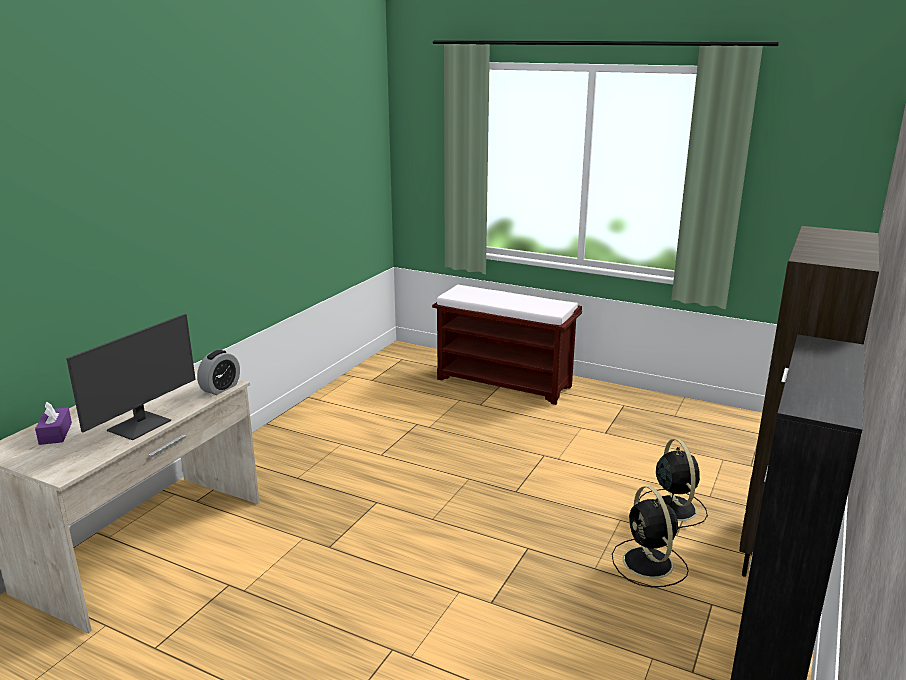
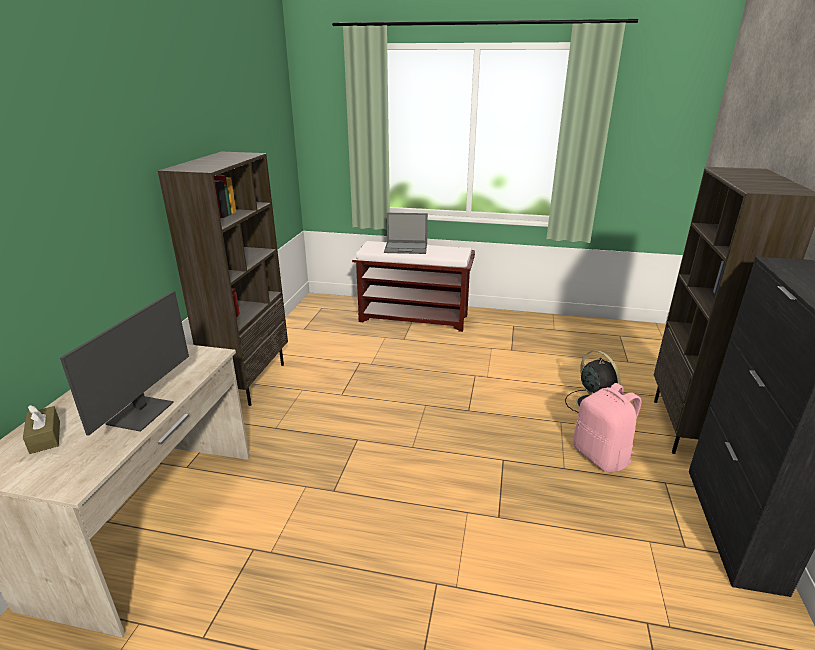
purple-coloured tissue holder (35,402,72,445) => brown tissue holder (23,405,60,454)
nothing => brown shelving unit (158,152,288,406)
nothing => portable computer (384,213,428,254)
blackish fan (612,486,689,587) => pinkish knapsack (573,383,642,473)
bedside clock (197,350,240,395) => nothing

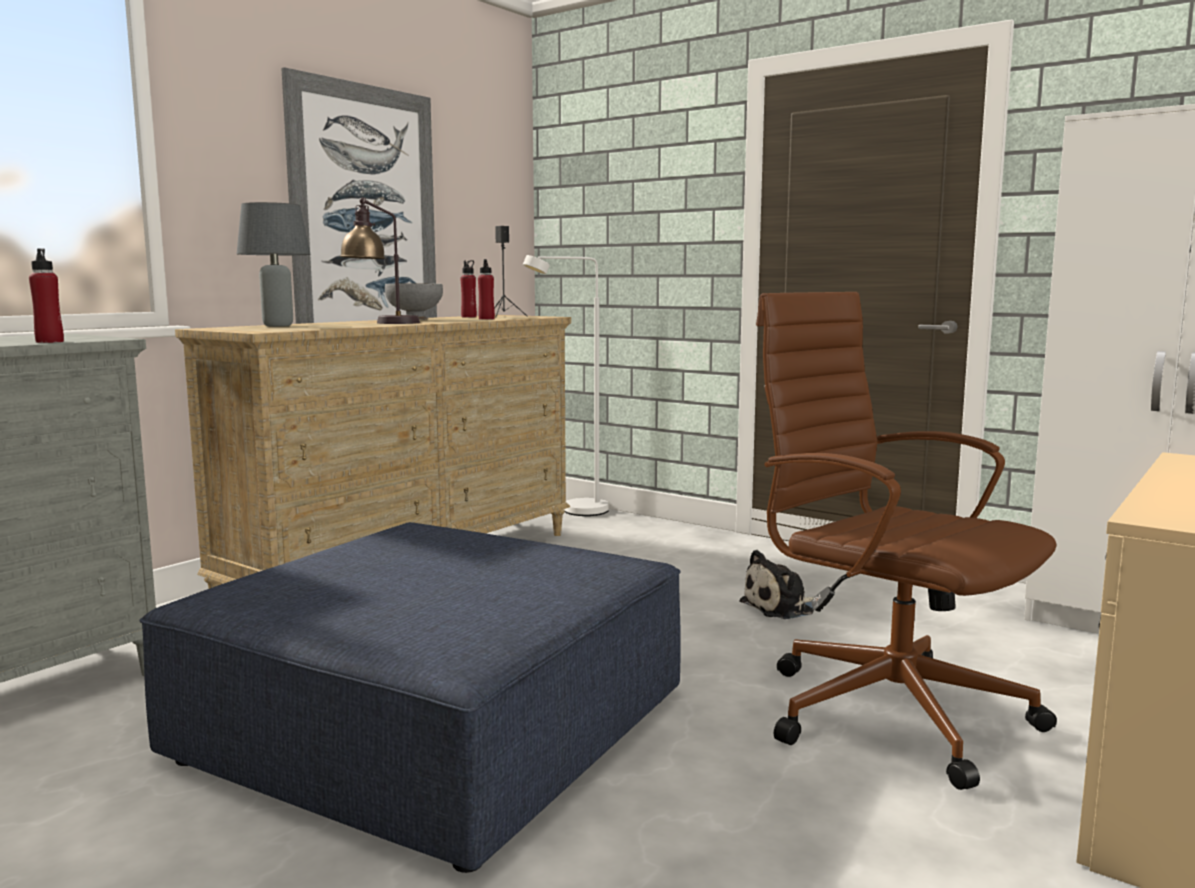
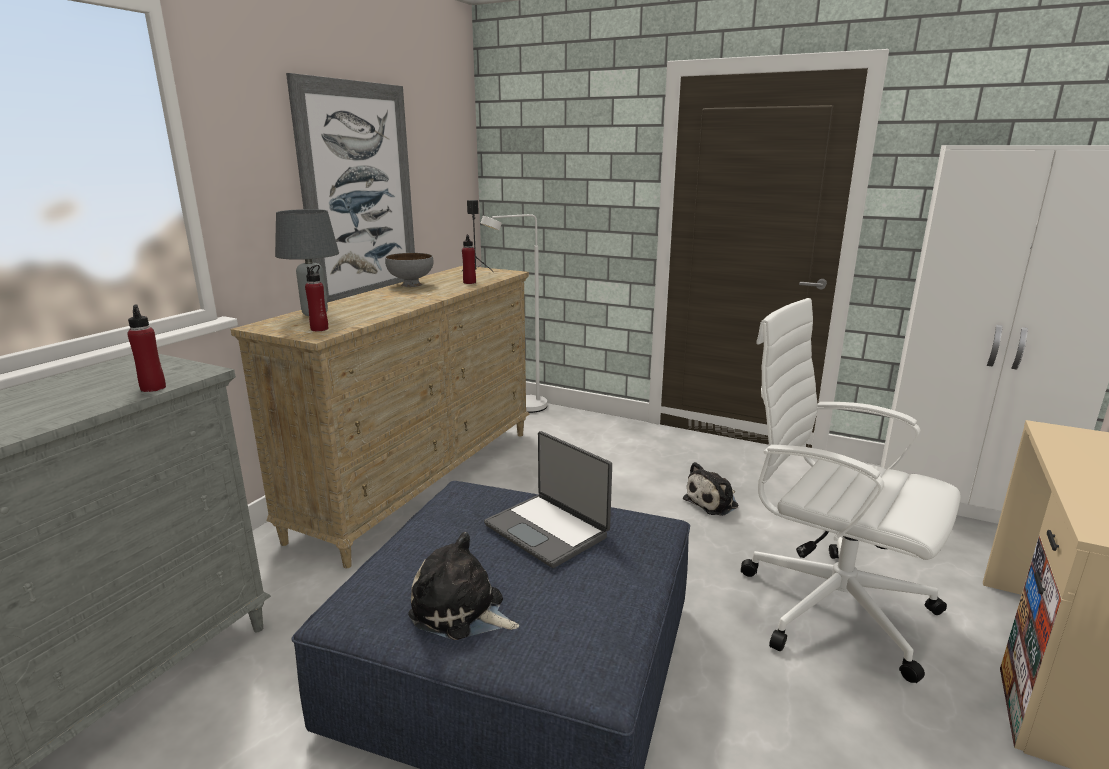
red-coloured bottle (461,260,477,318) => red-coloured bottle (305,265,328,331), move
nothing => plush toy (408,532,519,640)
nothing => portable computer (484,431,612,568)
brown office chair (756,292,1057,790) => whitish office chair (741,298,961,683)
tabletop lamp (340,197,420,324) => nothing

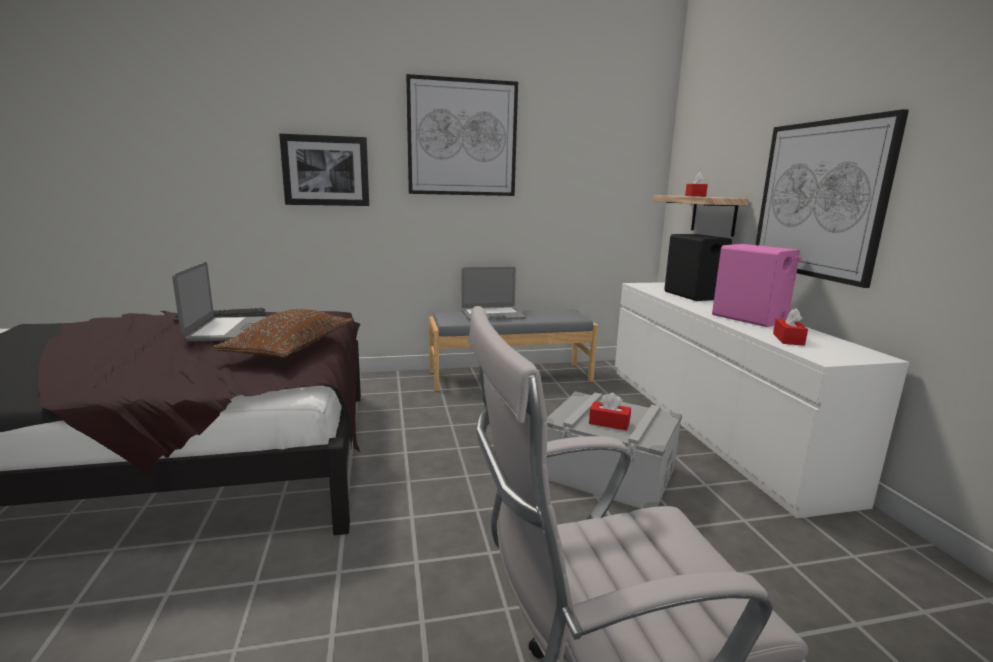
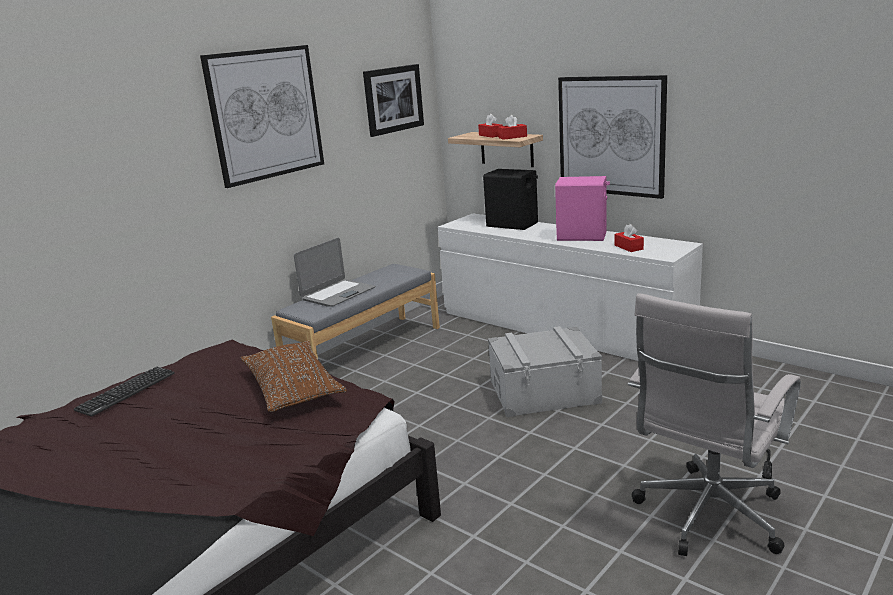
picture (279,134,369,206) => picture (363,64,424,137), move
red-coloured tissue holder (589,393,631,430) => red-coloured tissue holder (498,115,527,140), move
portable computer (172,262,268,342) => nothing

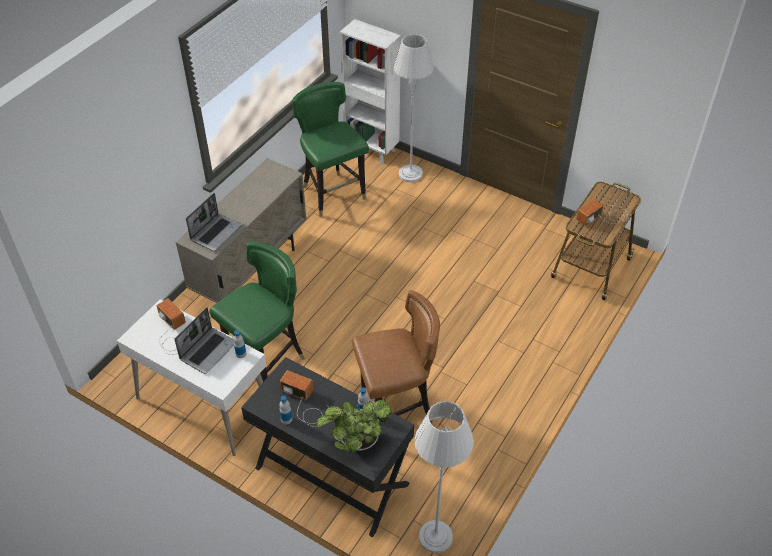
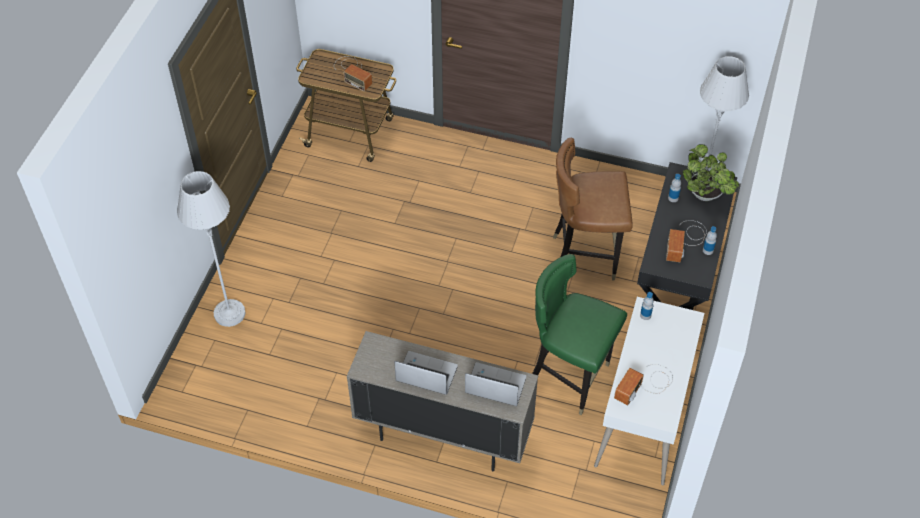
portable computer (174,307,234,374) => portable computer (394,351,458,395), move
brown plain chair (352,290,440,424) => brown plain chair (553,138,632,280), 60 degrees counterclockwise
green plain chair (292,82,369,217) => nothing
whitish shelving unit (340,19,401,164) => nothing

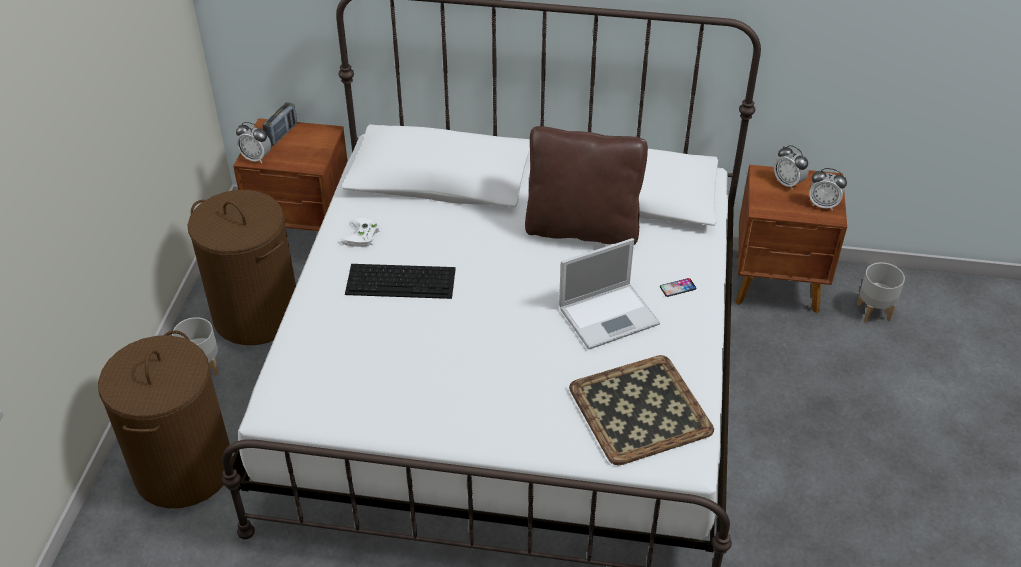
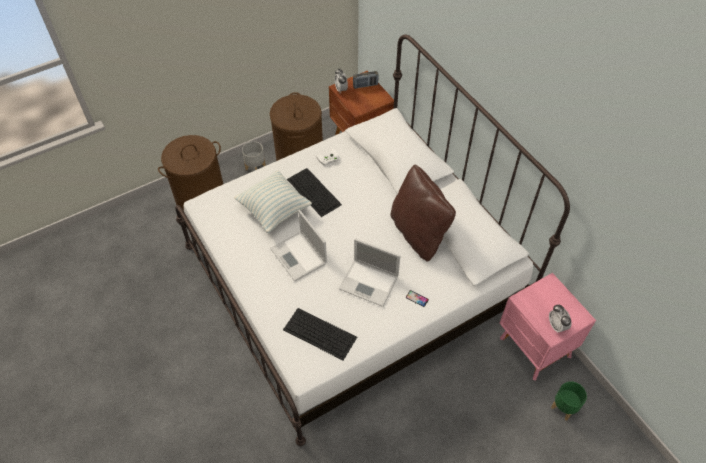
nothing => cushion (234,170,312,233)
nothing => portable computer (270,210,327,281)
serving tray (569,355,714,465) => keyboard (283,308,357,360)
brown night table (735,165,847,313) => pinkish night table (499,273,596,380)
greyish plant pot (857,262,905,323) => green plant pot (551,381,587,420)
bedside clock (774,145,809,190) => nothing

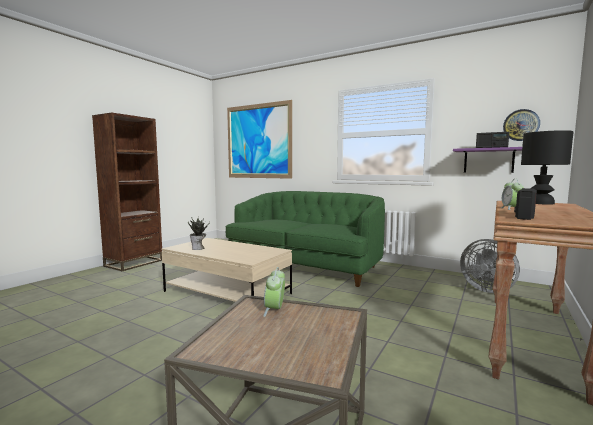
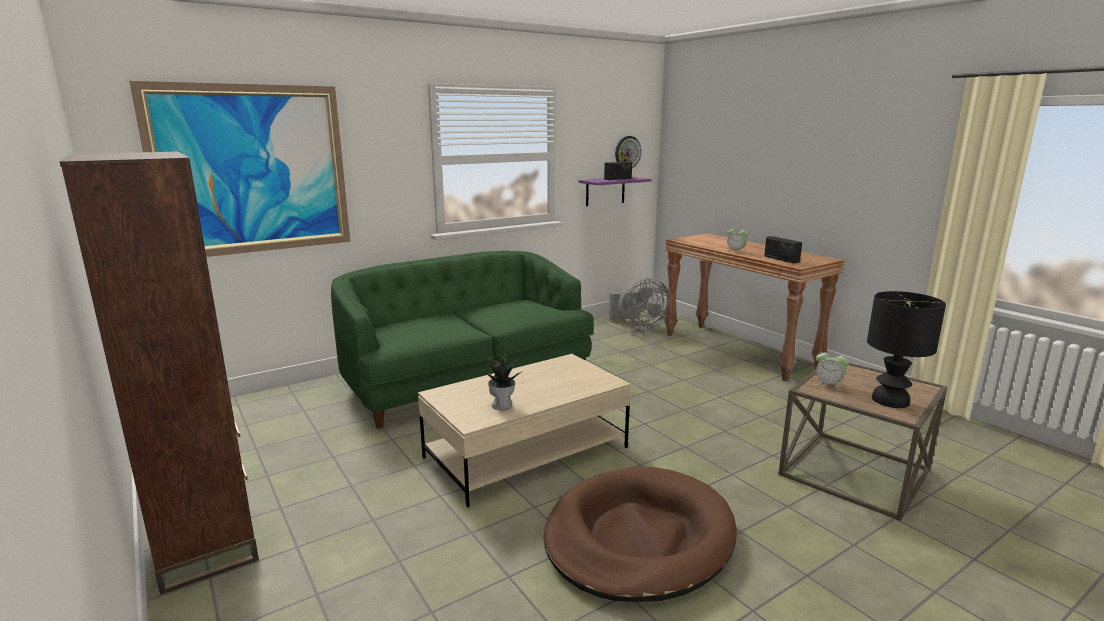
nothing => brown dog bed (544,467,737,602)
blackish tabletop lamp (521,130,574,205) => blackish tabletop lamp (867,291,946,408), move

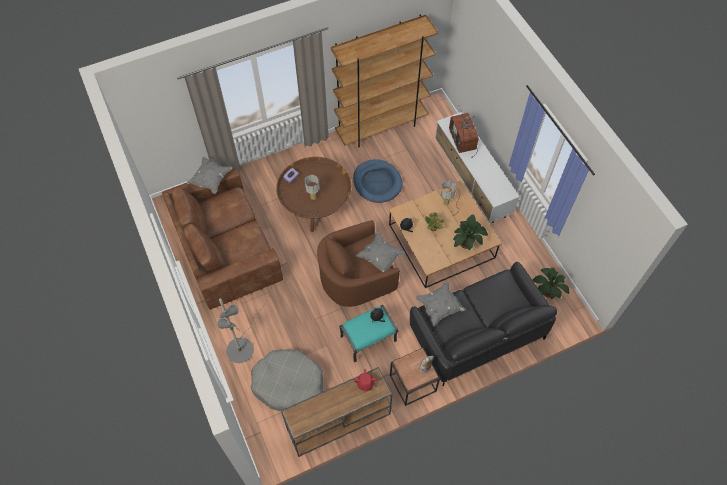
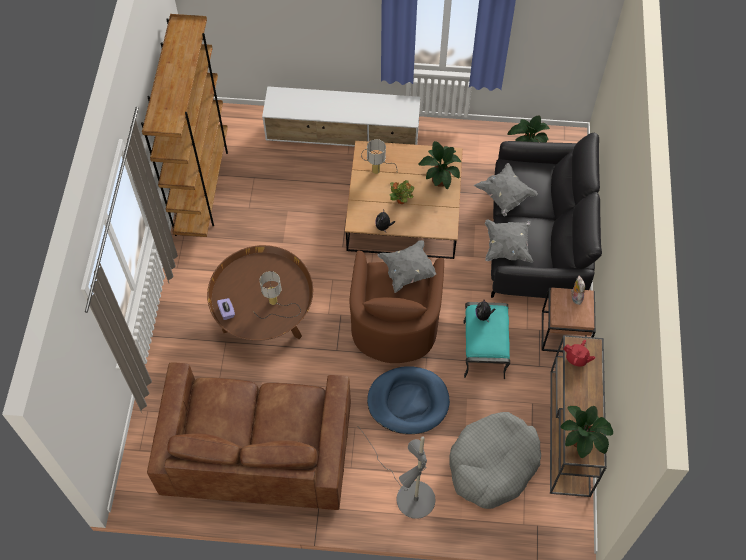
bluish dog bed (353,159,403,203) => bluish dog bed (367,366,450,434), move
greyish cushion (186,157,233,194) => greyish cushion (474,163,538,216), move
nothing => houseplant (560,406,613,458)
TV (449,106,479,158) => nothing

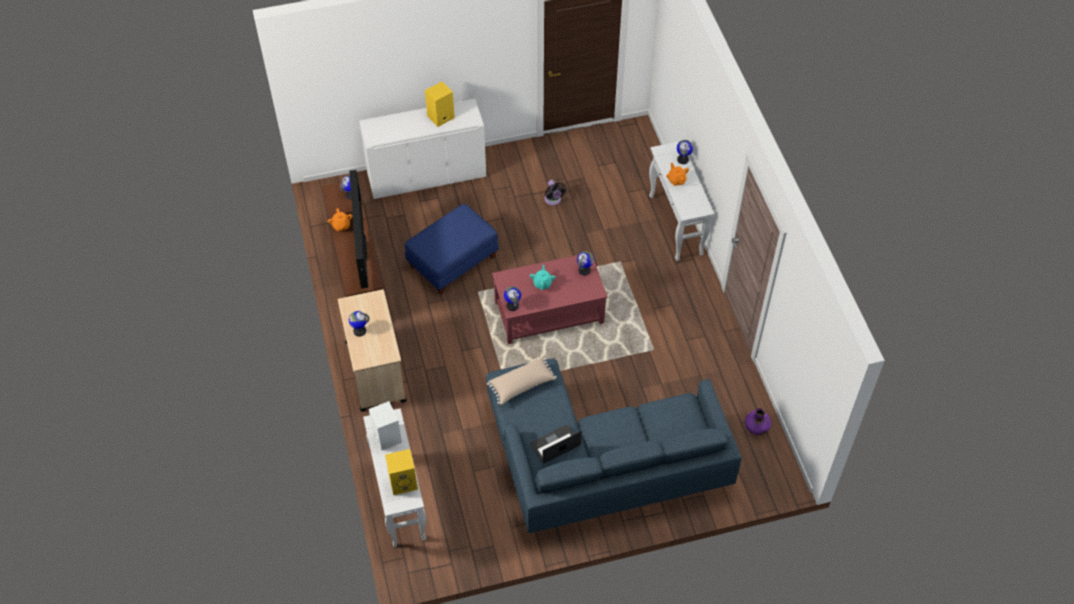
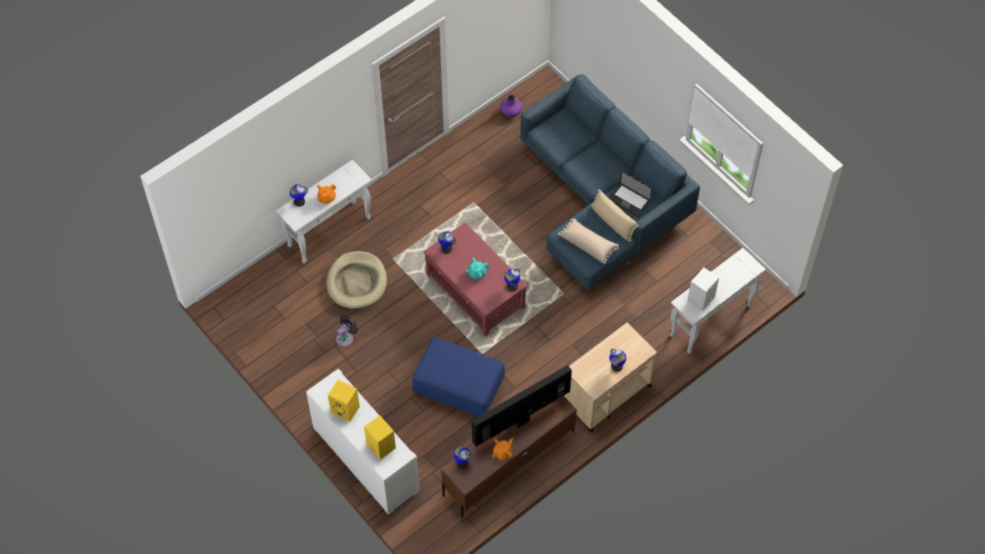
nothing => sand-coloured dog bed (327,251,387,309)
yellow speaker (385,449,418,495) => yellow speaker (364,415,396,460), move
nothing => sand-coloured cushion (591,189,639,241)

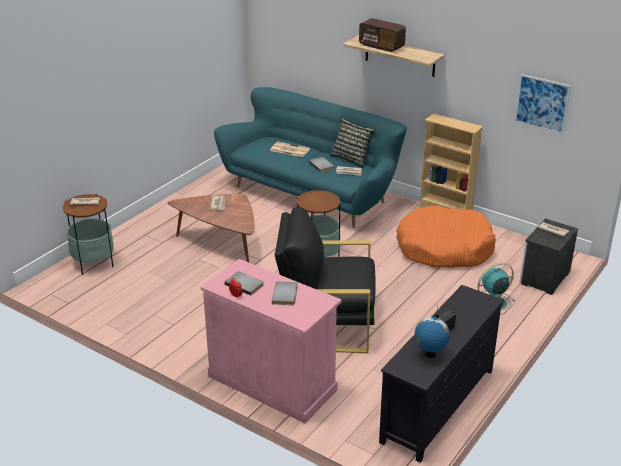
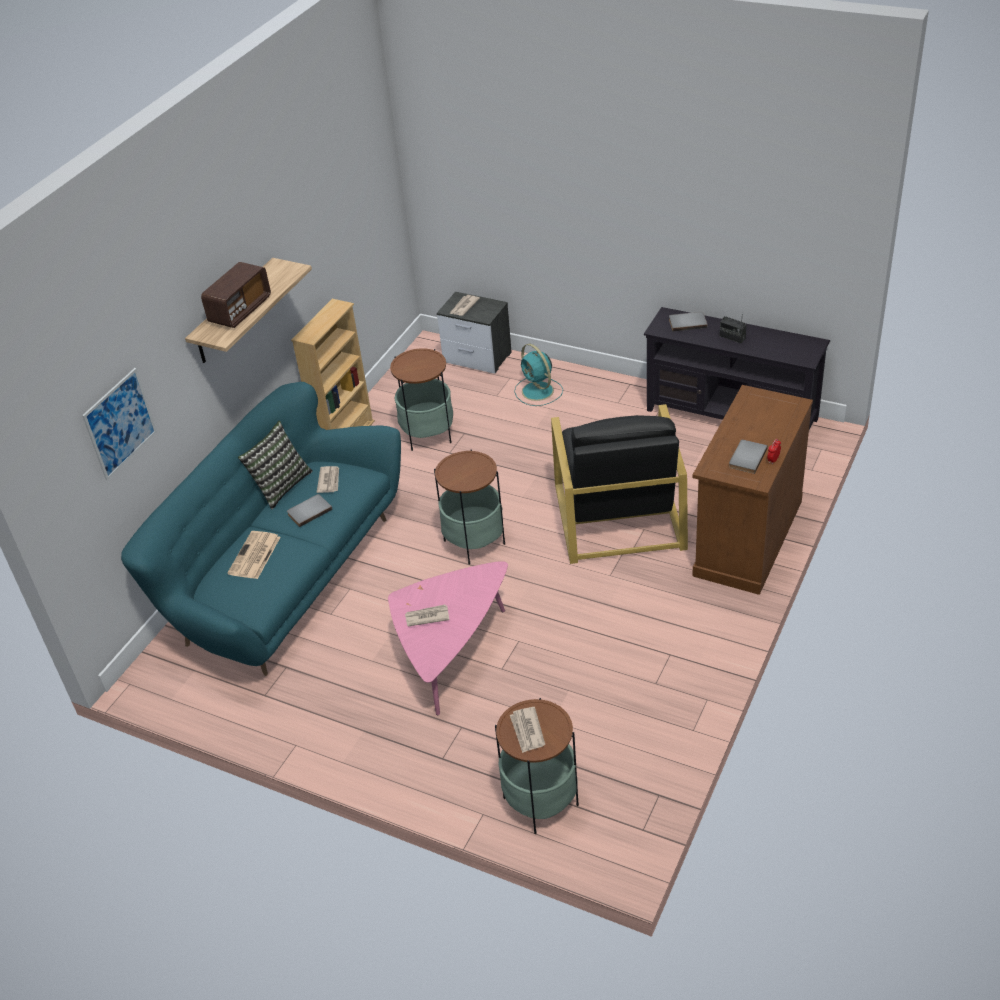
picture (514,74,571,134) => picture (82,368,157,480), move
brown low table (167,194,255,262) => pinkish low table (388,561,508,715)
orangey dog bed (396,206,496,268) => end table (390,348,453,451)
greyish book (272,281,297,305) => greyish book (669,312,708,332), move
pinkish storage cabinet (201,259,342,423) => brown storage cabinet (692,385,813,595)
desk globe (415,315,450,358) => nothing

